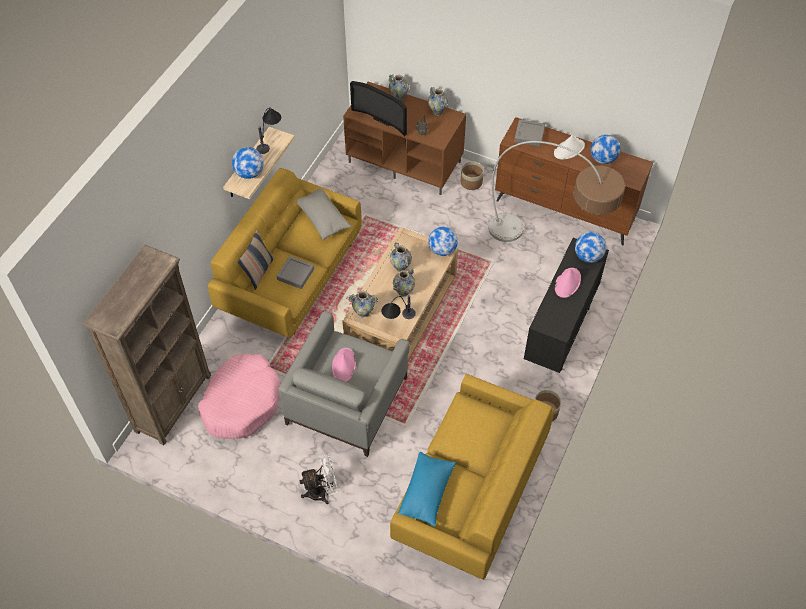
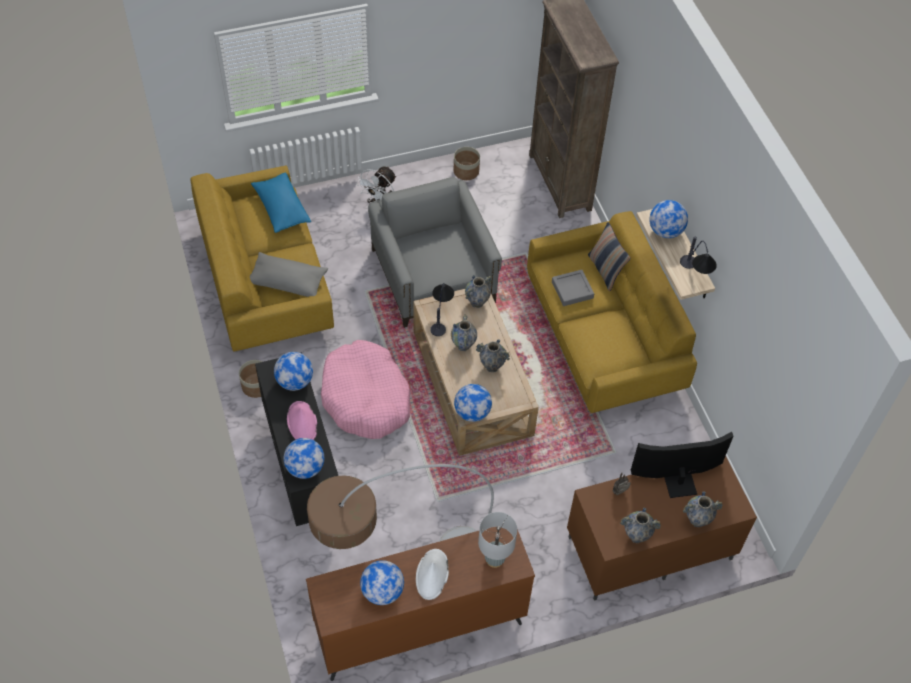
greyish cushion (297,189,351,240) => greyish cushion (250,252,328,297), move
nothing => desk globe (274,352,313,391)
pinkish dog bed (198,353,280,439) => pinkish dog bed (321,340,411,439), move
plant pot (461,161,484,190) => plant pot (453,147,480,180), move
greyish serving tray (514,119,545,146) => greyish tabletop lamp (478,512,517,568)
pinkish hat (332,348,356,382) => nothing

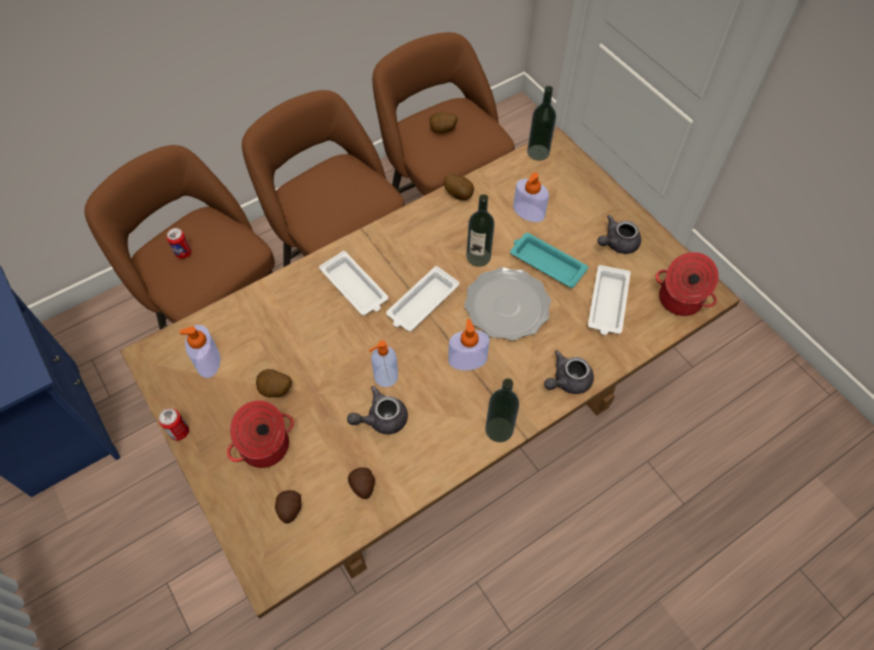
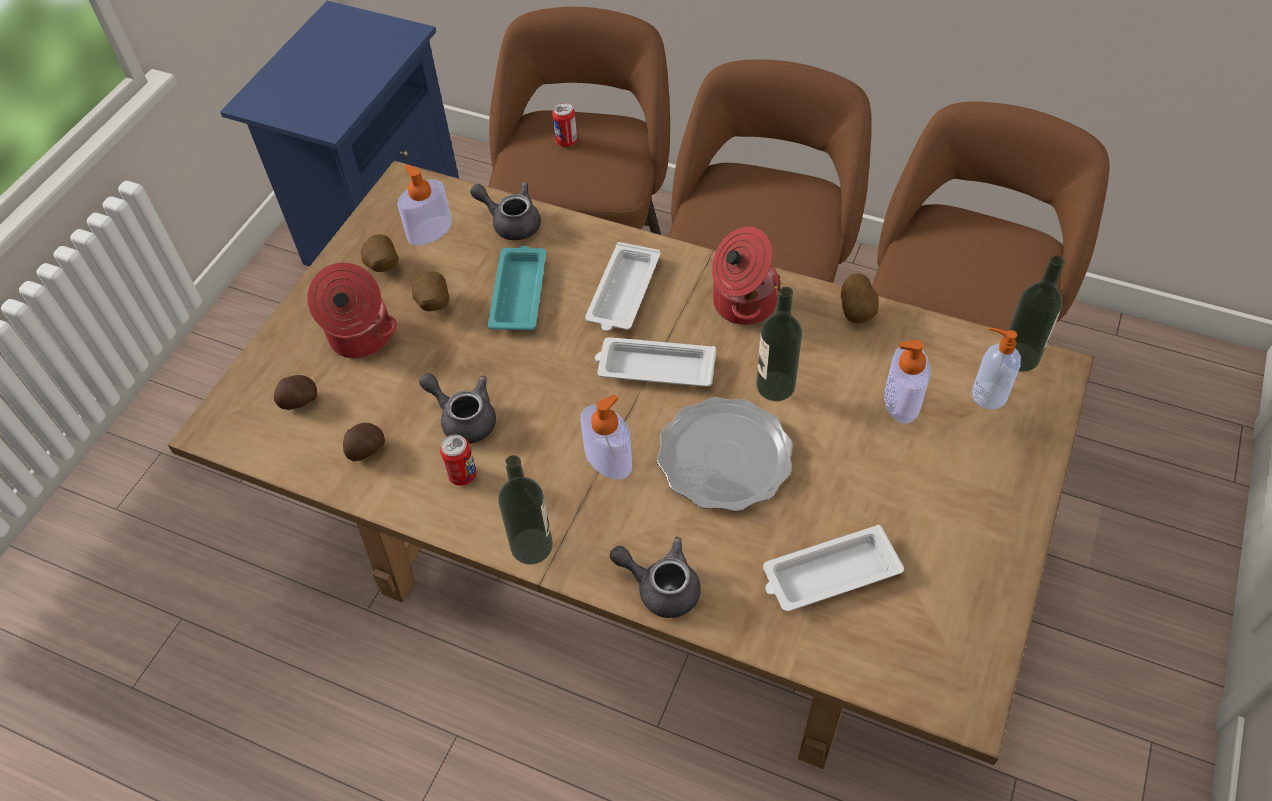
potato (429,112,458,133) => potato (360,234,399,272), move
sealed can (159,408,189,441) => sealed can (440,435,477,486), move
greyish tea pot (597,215,641,254) => greyish tea pot (470,182,541,240), move
turquoise serving tray (510,233,588,288) => turquoise serving tray (488,246,546,330), move
stockpot (656,252,719,316) => stockpot (712,227,781,325), move
soap dispenser (369,340,398,387) => soap dispenser (972,327,1021,410), move

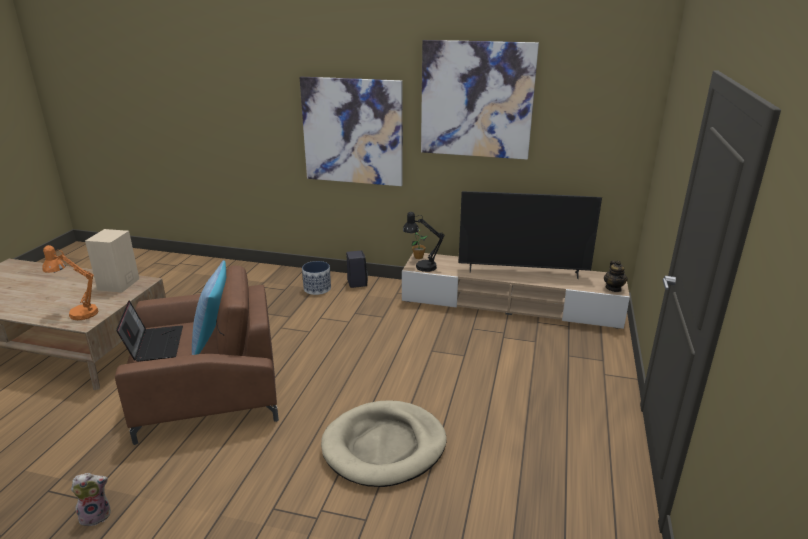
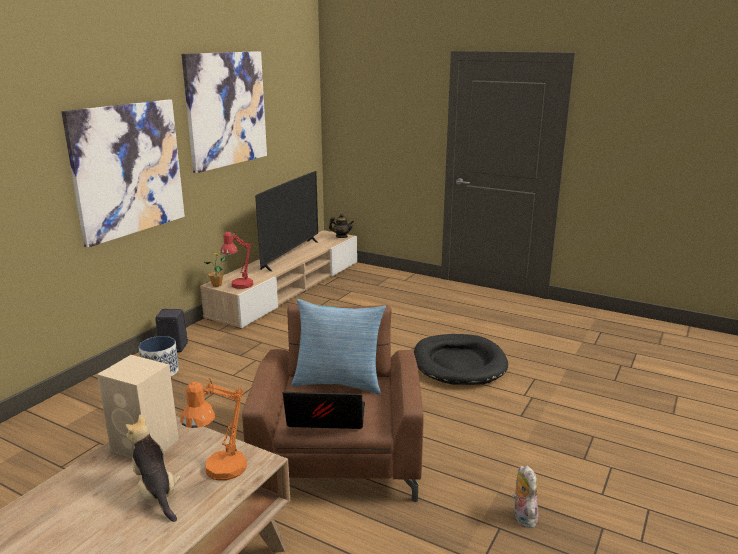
nothing => plush toy (126,415,181,522)
blackish tabletop lamp (403,212,445,272) => red-coloured tabletop lamp (220,232,253,289)
sand-coloured dog bed (321,400,447,487) => blackish dog bed (414,334,508,385)

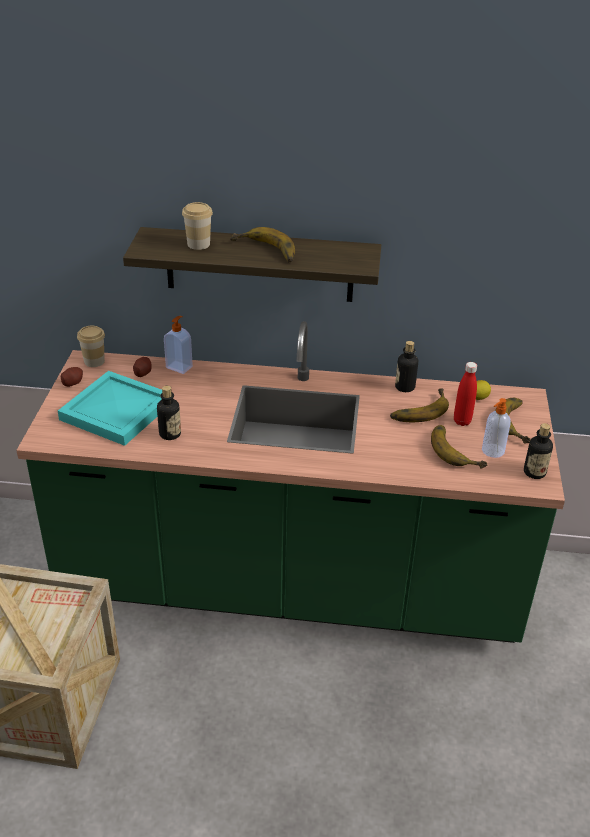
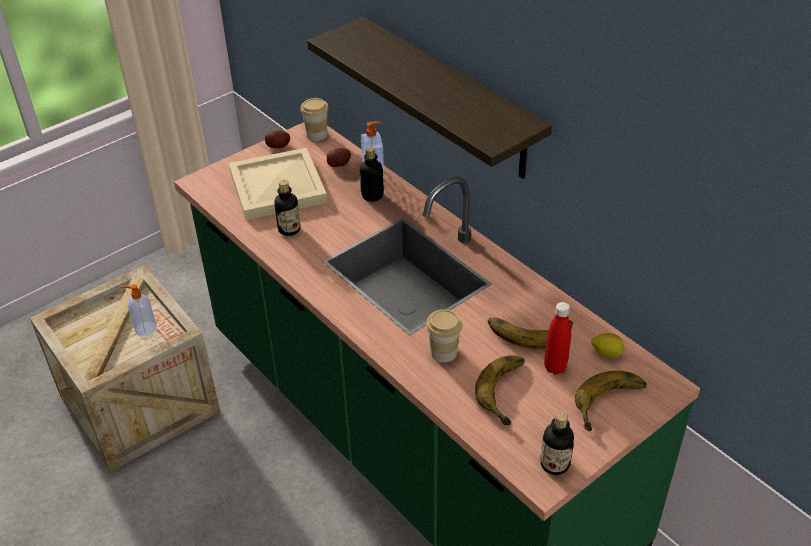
soap dispenser (482,398,511,458) => soap dispenser (121,284,157,337), move
turquoise serving tray (58,371,162,446) => sand-coloured serving tray (229,148,327,220)
bottle (395,341,418,392) => bottle (360,147,384,202), move
small cup (182,202,213,250) => small cup (426,309,462,362), move
banana (230,227,295,262) => nothing

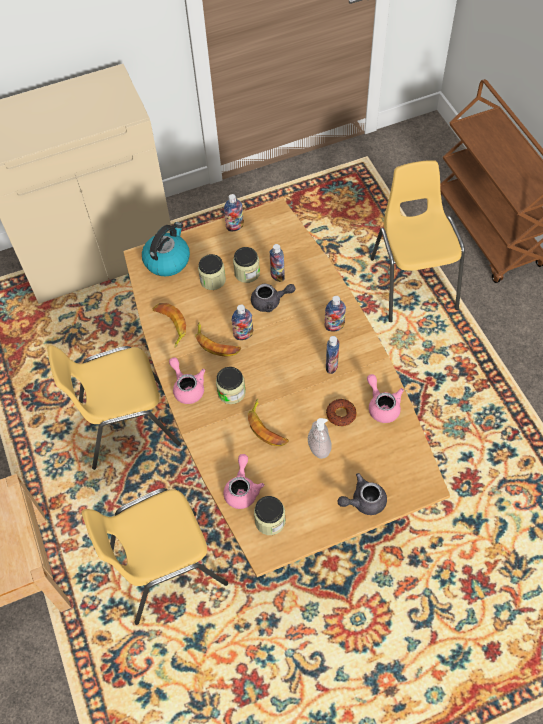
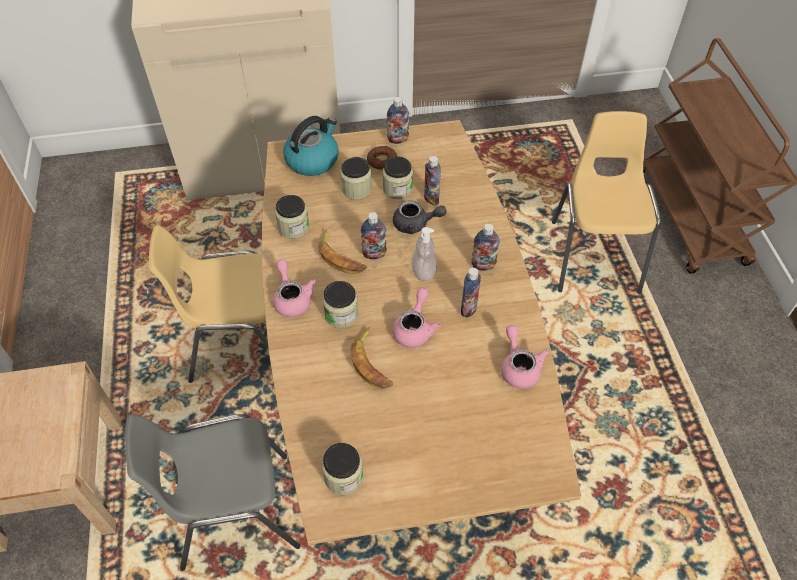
yellow plain chair (82,488,228,625) => greyish plain chair (125,414,301,571)
banana (152,303,186,348) => preserve jar (275,195,309,239)
doughnut (326,399,357,426) => doughnut (367,146,397,170), move
pinkish tea pot (224,454,264,509) => pinkish tea pot (392,288,441,348), move
soap dispenser (308,418,332,459) => soap dispenser (412,227,437,282), move
greyish tea pot (338,473,387,515) => nothing

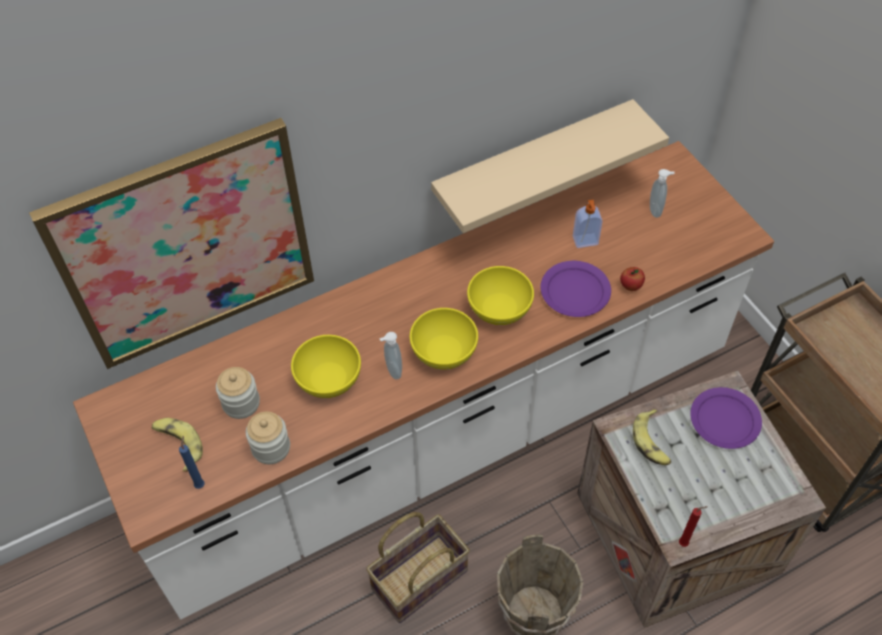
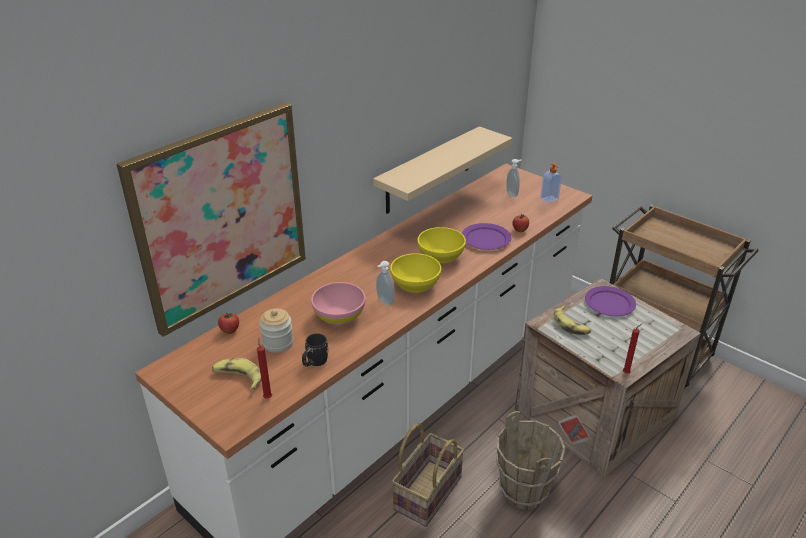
nothing => apple fruit (218,313,239,334)
bluish wax candle (179,436,205,489) => red-coloured wax candle (257,338,272,399)
preserve jar (246,411,290,464) => blackish mug (302,333,329,367)
yellow serving bowl (291,335,361,398) => pinkish serving bowl (311,282,365,325)
soap dispenser (573,200,603,248) => soap dispenser (540,163,562,203), move

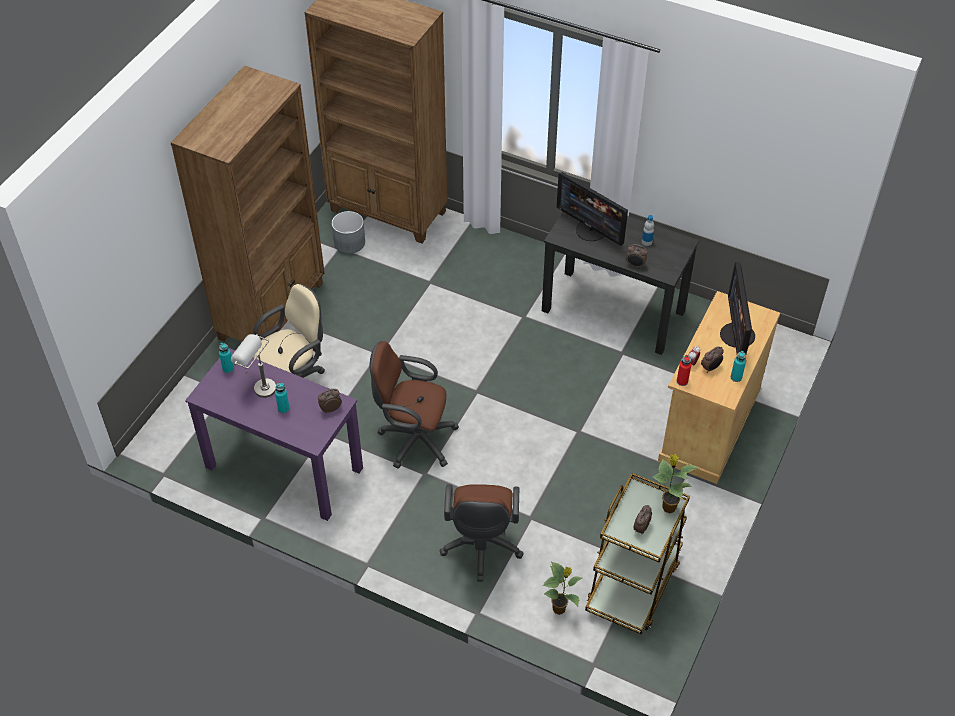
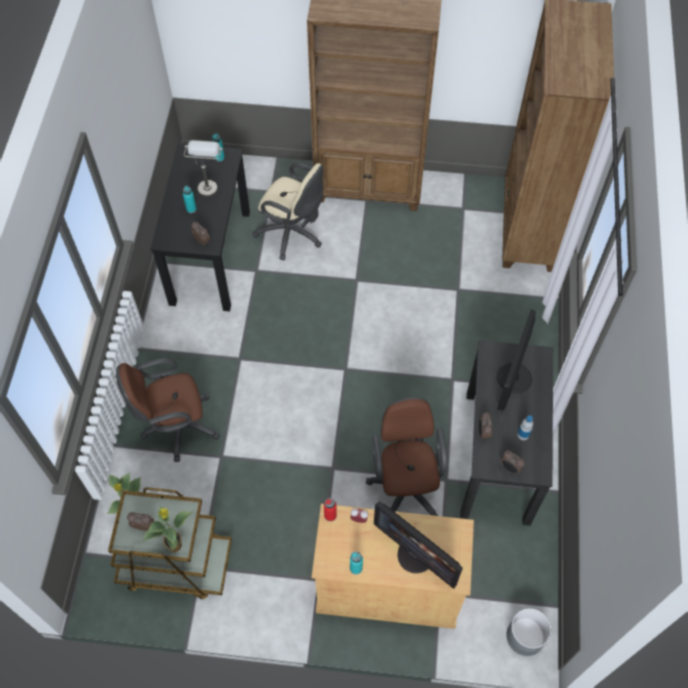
purple-coloured desk unit (185,348,363,521) => blackish desk unit (150,143,250,311)
brown office chair (370,341,459,469) => brown office chair (366,397,448,516), move
computer screen (720,262,755,354) => computer screen (374,501,463,589), 120 degrees counterclockwise
bedside clock (701,346,724,373) => bedside clock (500,450,525,474), move
greyish plant pot (332,211,365,254) => greyish plant pot (506,608,551,656), move

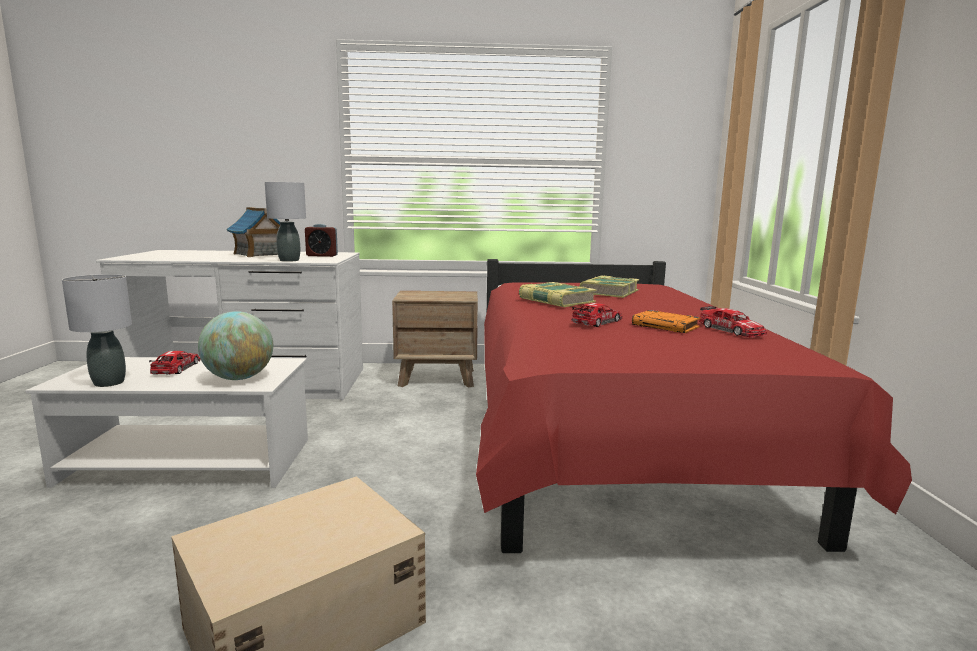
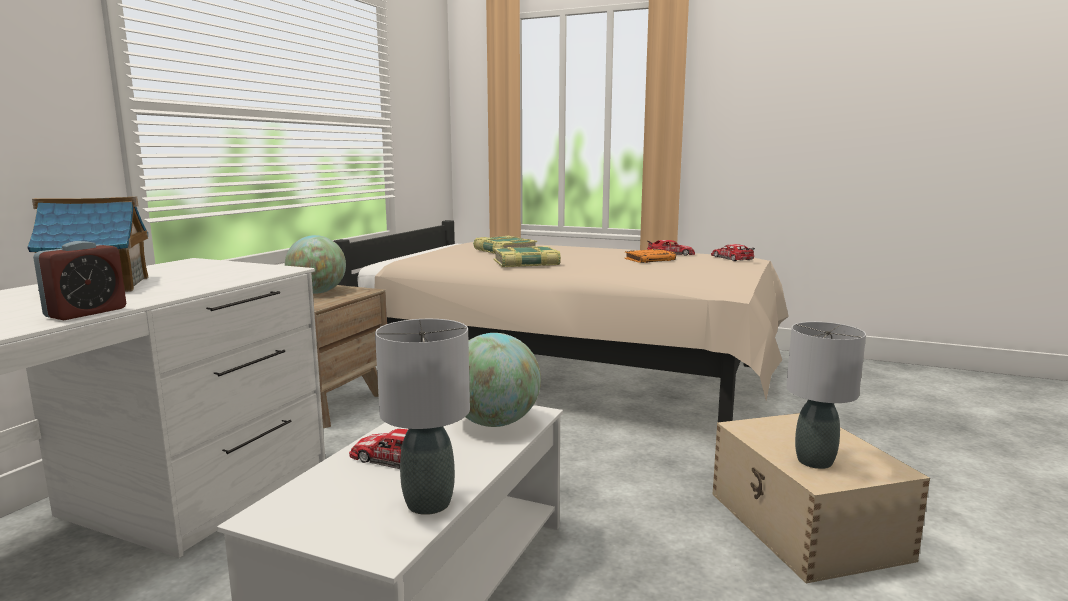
bedside clock (305,224,338,257) => bedside clock (33,241,126,320), move
nothing => desk globe (285,235,346,293)
red-coloured bed (476,259,912,553) => sand-coloured bed (334,220,789,422)
miniature car (572,303,622,327) => miniature car (711,244,755,261), move
greyish tabletop lamp (265,182,306,262) => greyish tabletop lamp (786,322,866,469), move

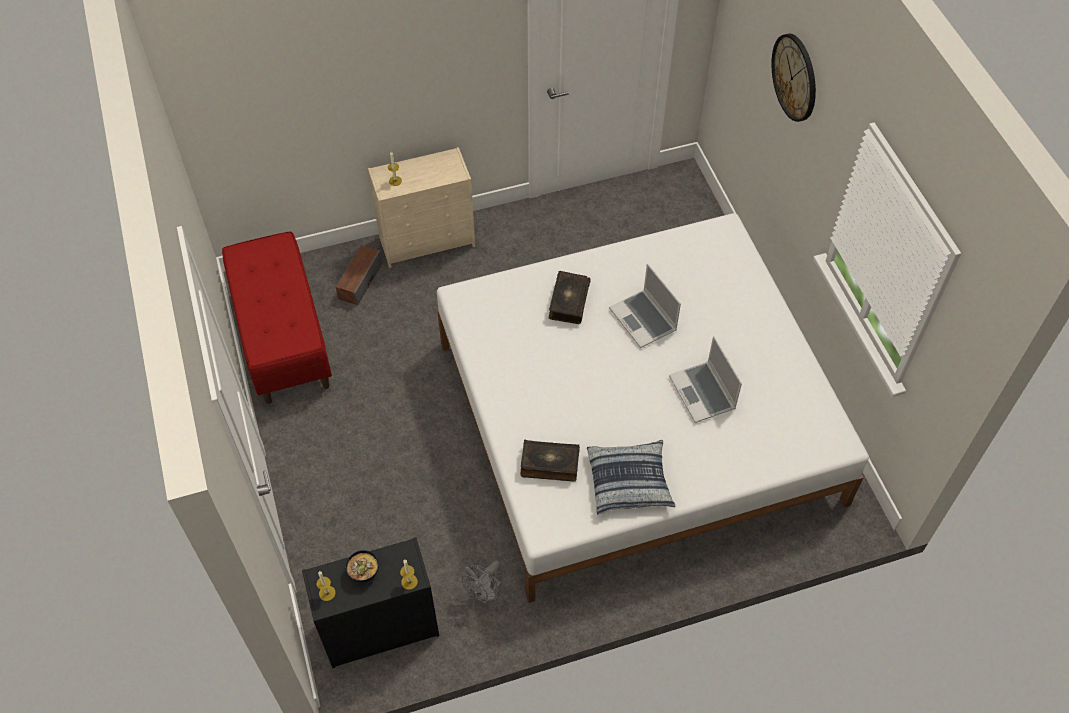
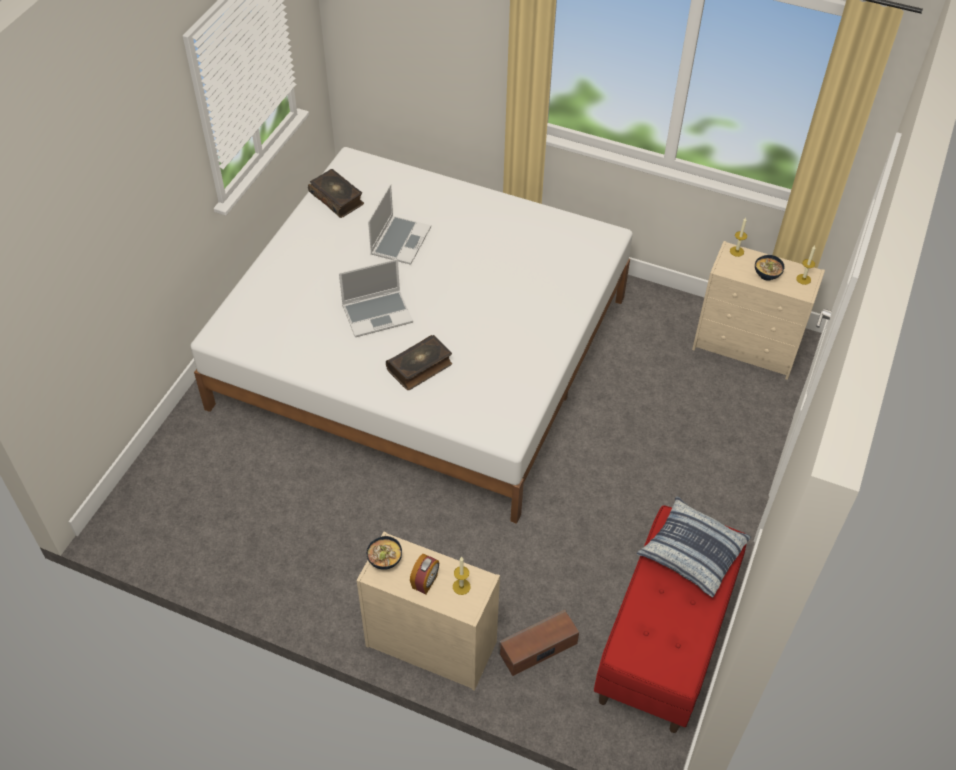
book (520,439,580,481) => book (308,169,364,218), move
portable computer (609,264,681,348) => portable computer (339,259,413,337), 60 degrees clockwise
nothing => serving bowl (366,536,402,570)
nothing => bedside clock (410,554,439,594)
cushion (587,440,676,514) => cushion (636,496,751,597), move
blackish drawer chest (302,537,439,668) => sand-coloured drawer chest (692,241,825,380)
greyish fan (460,560,502,604) => nothing
hanging clock (772,34,816,122) => nothing

